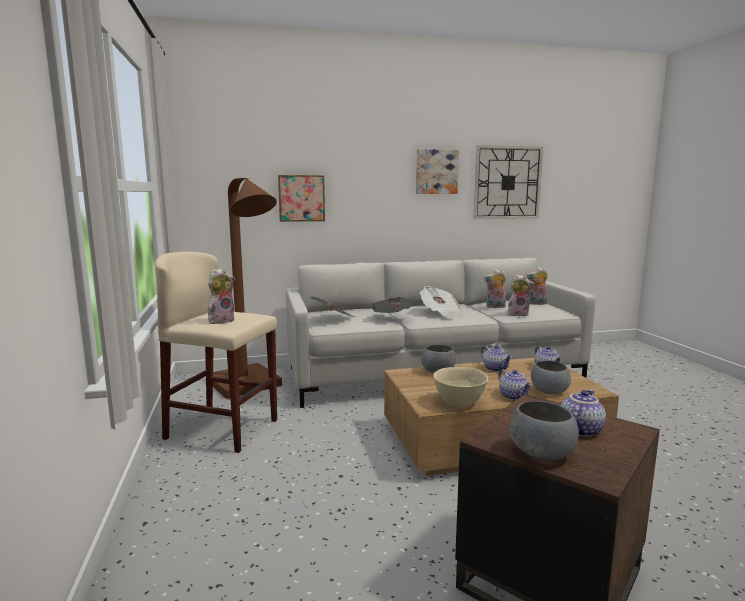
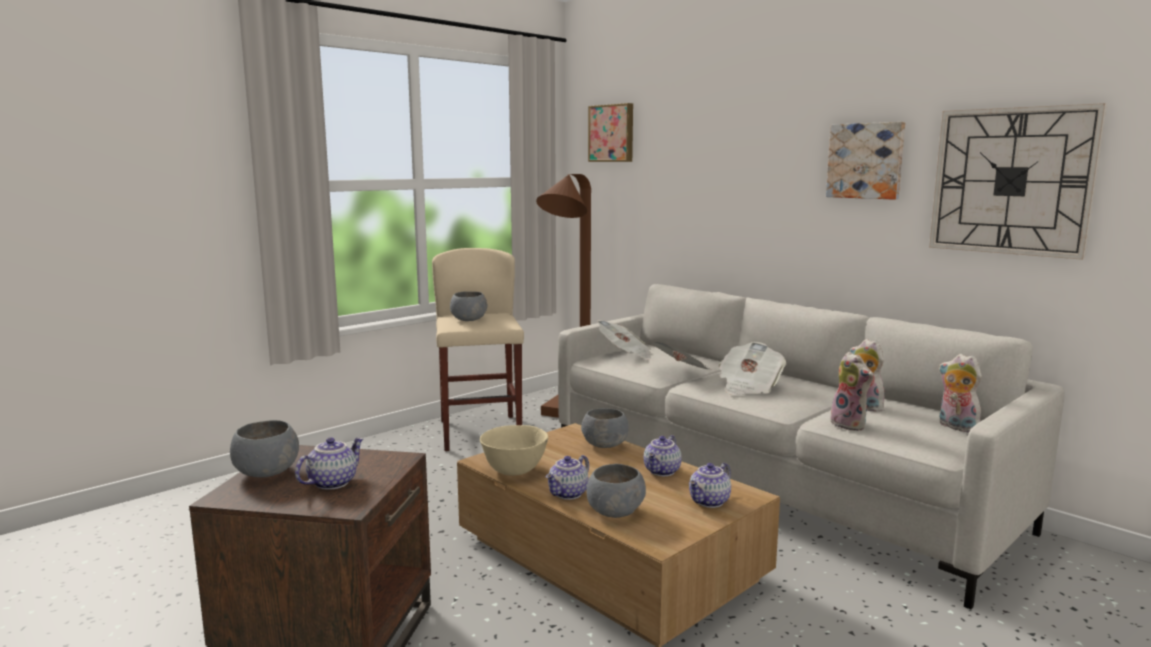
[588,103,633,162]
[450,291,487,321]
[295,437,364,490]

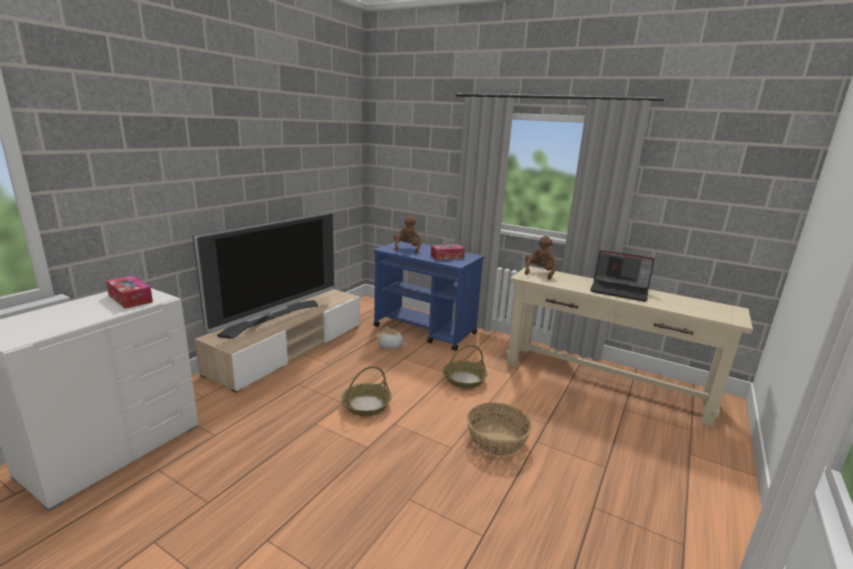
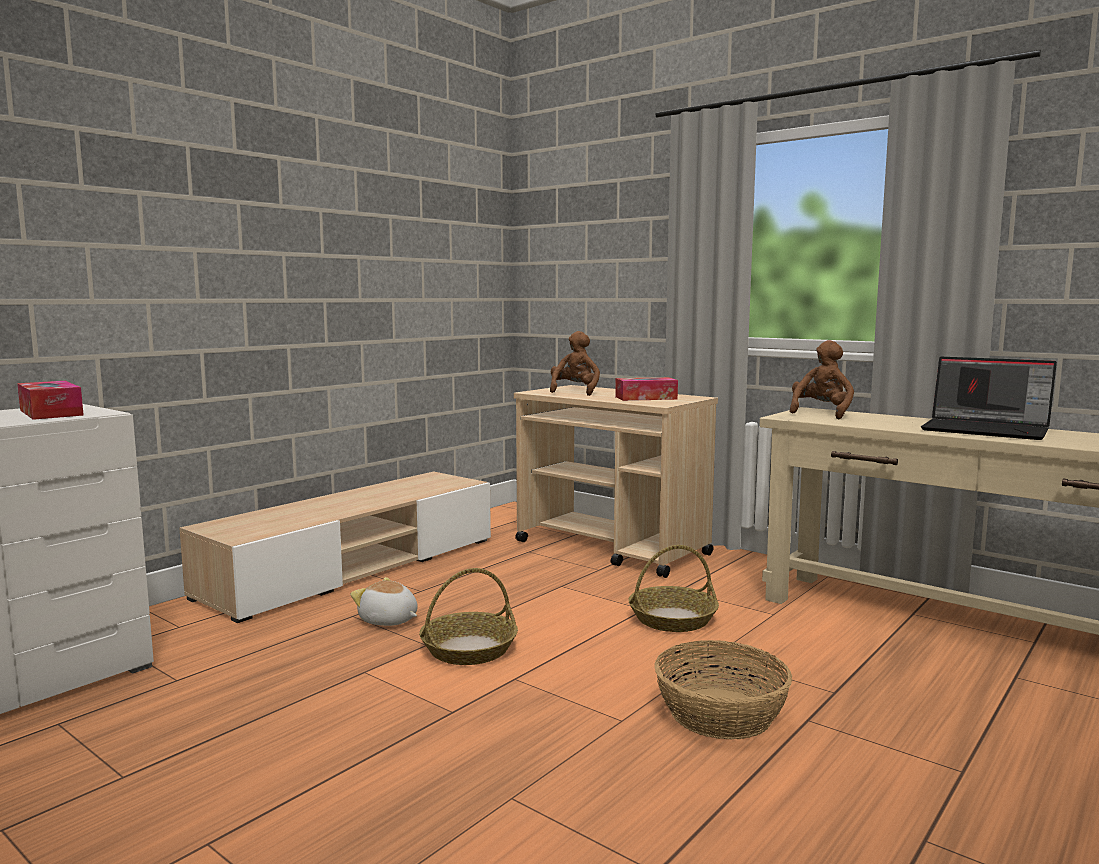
[193,212,334,339] (first image)
[514,385,718,578]
[350,577,418,626]

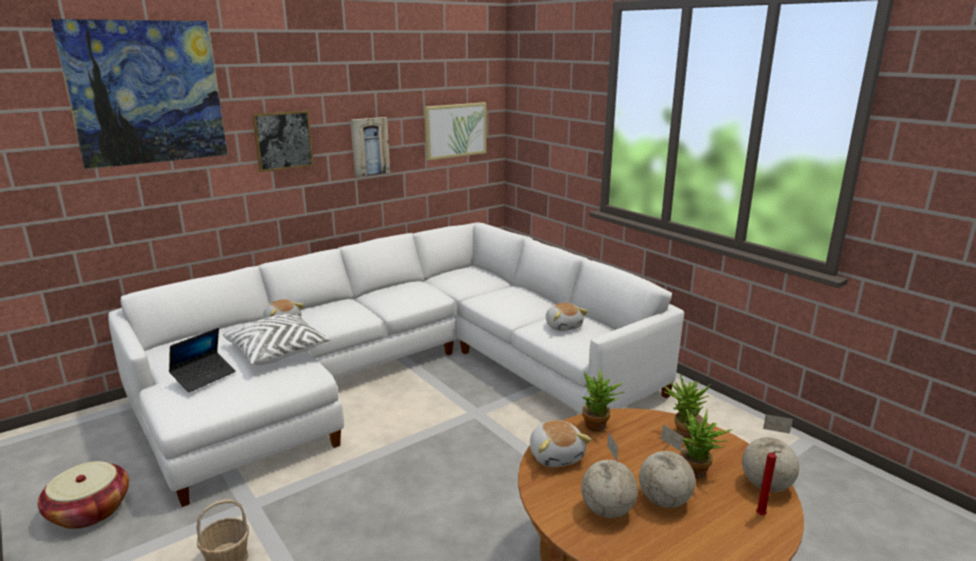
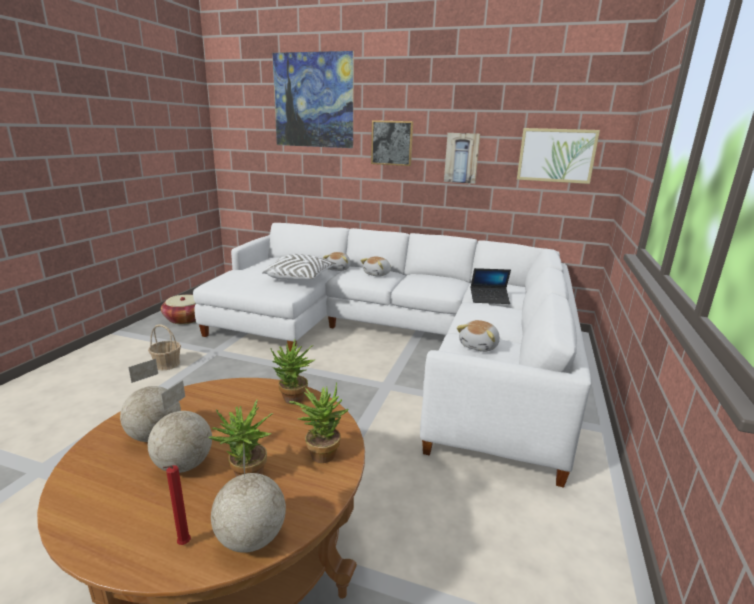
[471,268,511,304]
[360,257,391,277]

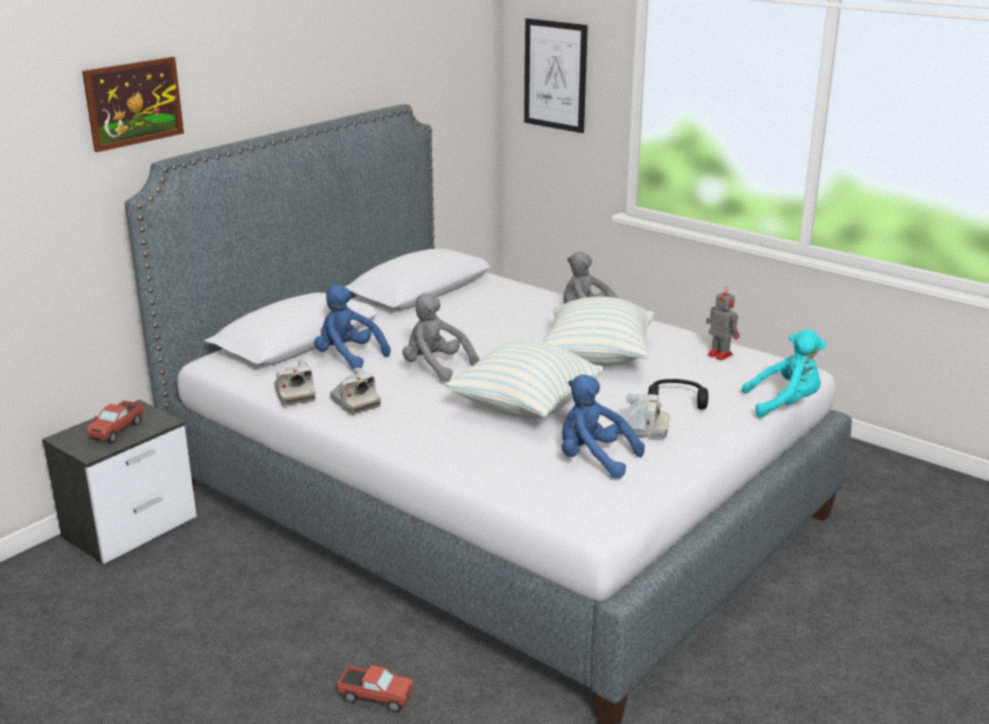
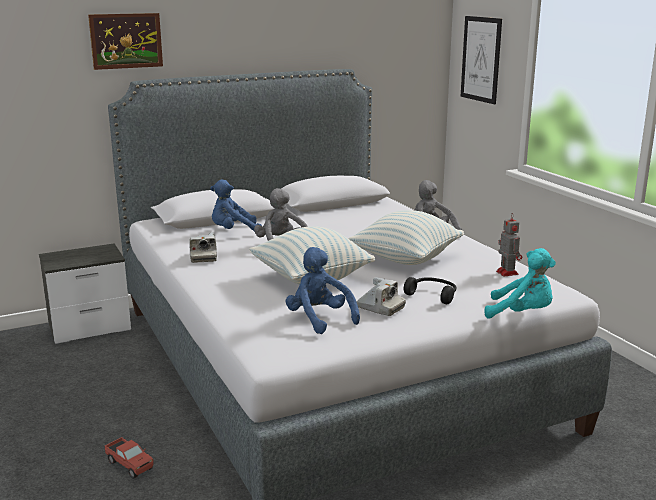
[210,180,262,232]
[274,360,316,405] (first image)
[87,401,143,443] (first image)

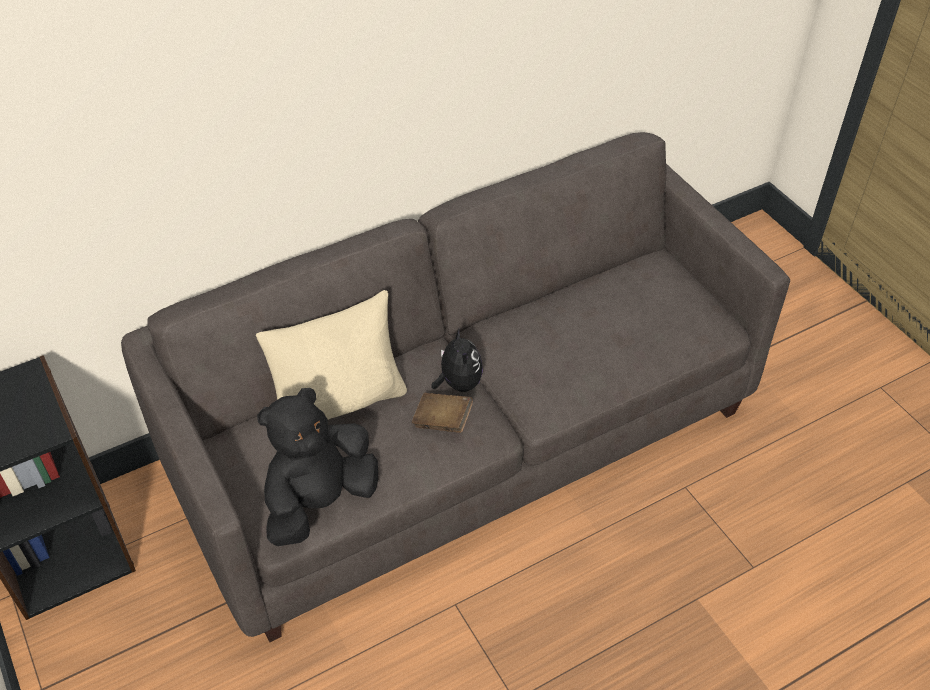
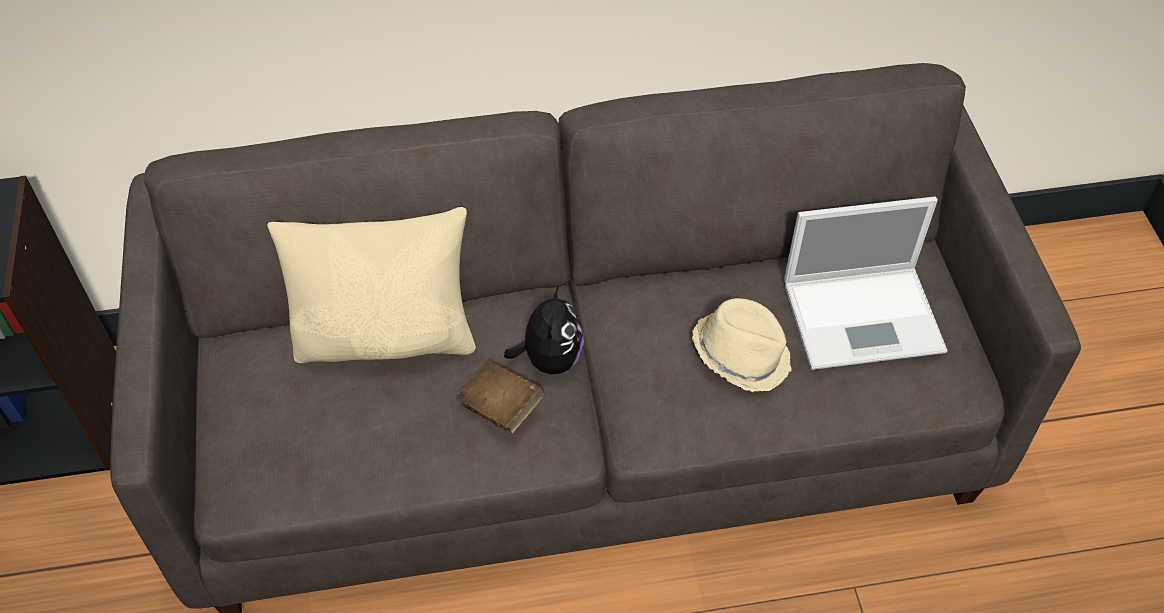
[257,388,378,546] (first image)
[784,197,947,370]
[692,298,791,392]

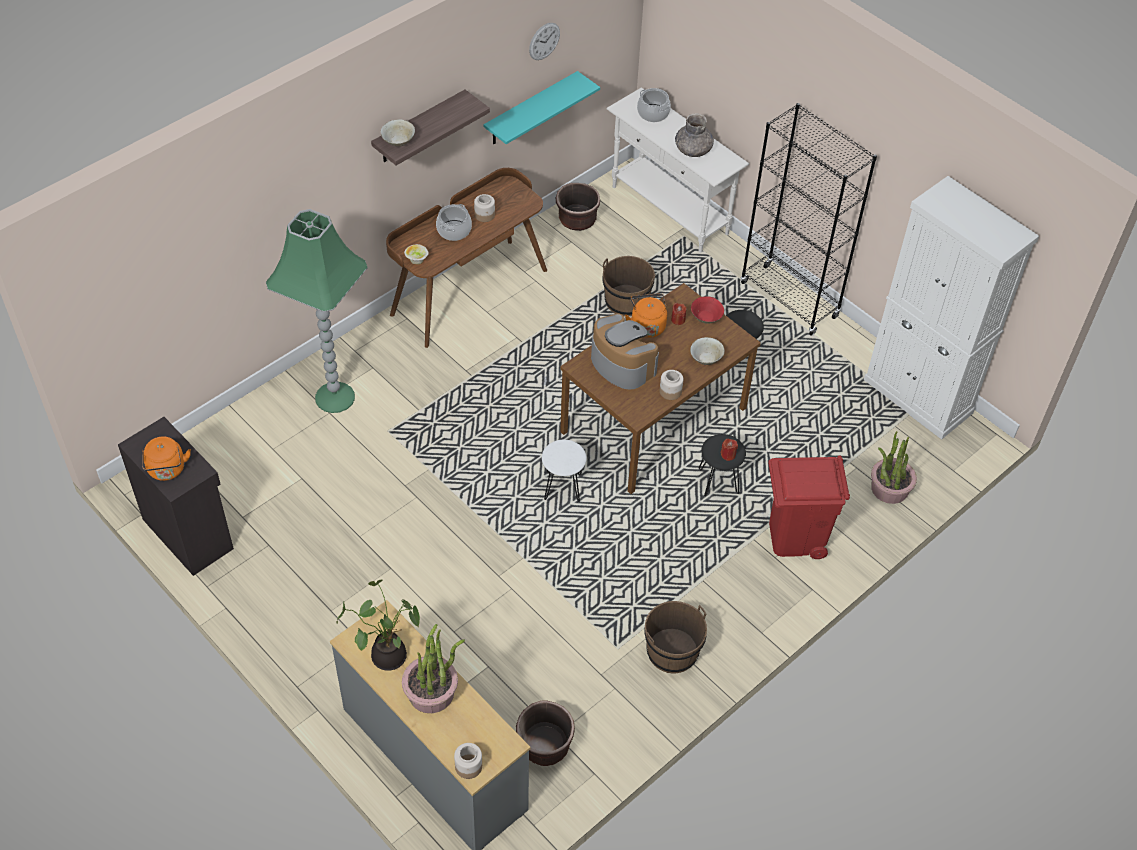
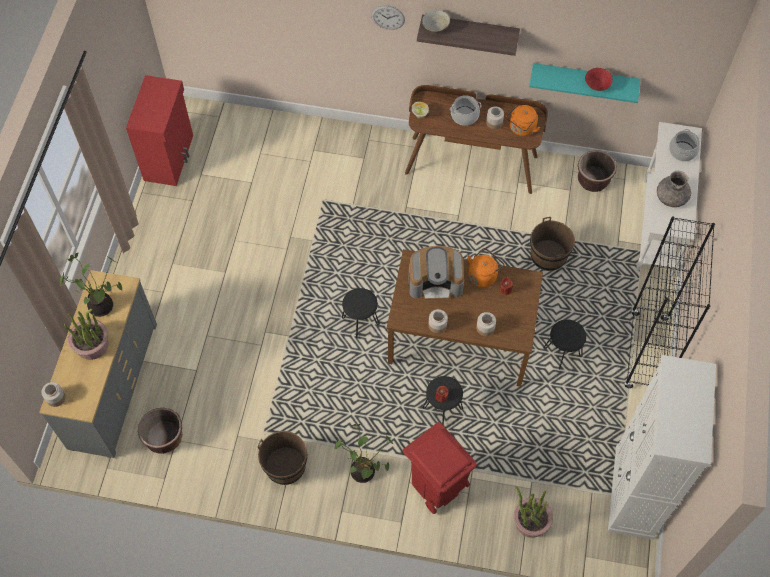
[371,5,405,30]
[266,209,368,413] (first image)
[585,68,613,91]
[408,246,464,301]
[476,312,496,336]
[126,75,193,186]
[506,105,540,136]
[342,288,380,338]
[334,423,393,483]

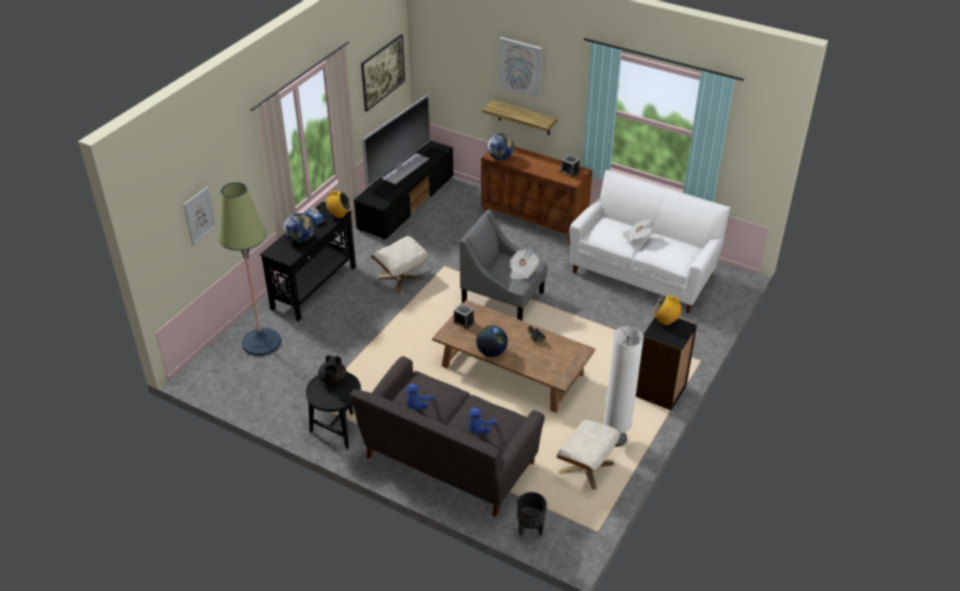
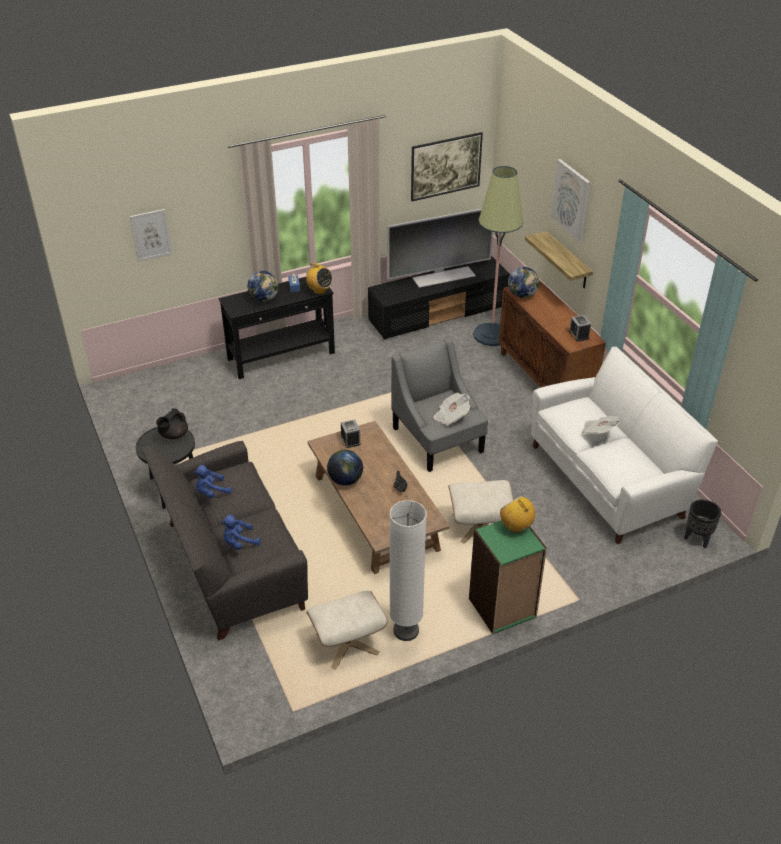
[473,166,523,346]
[448,480,514,544]
[469,520,547,634]
[684,499,721,548]

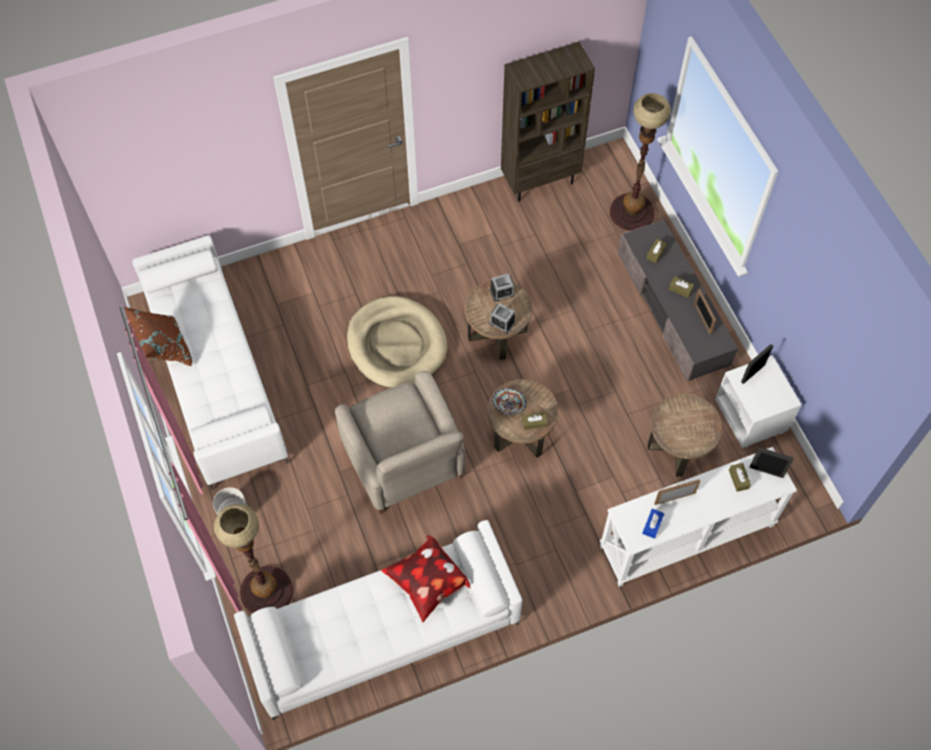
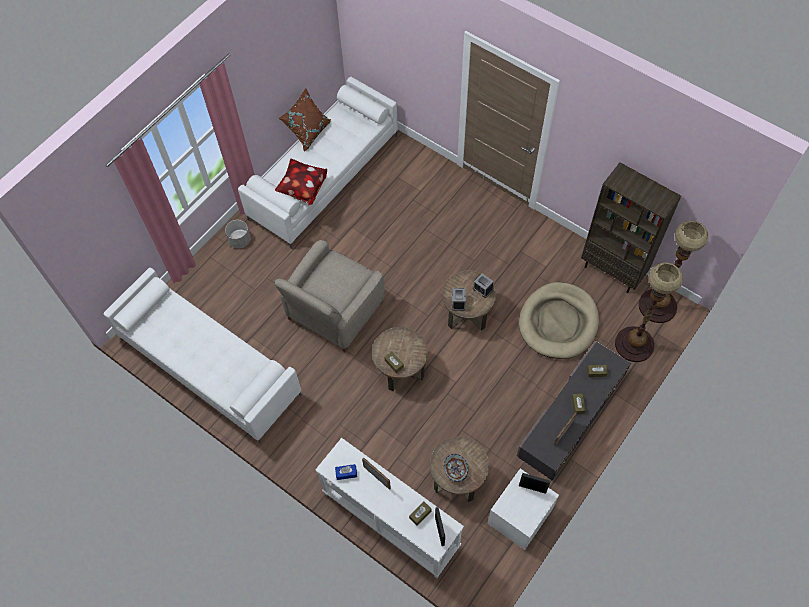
[519,282,599,359]
[444,454,468,482]
[639,220,708,323]
[275,158,327,205]

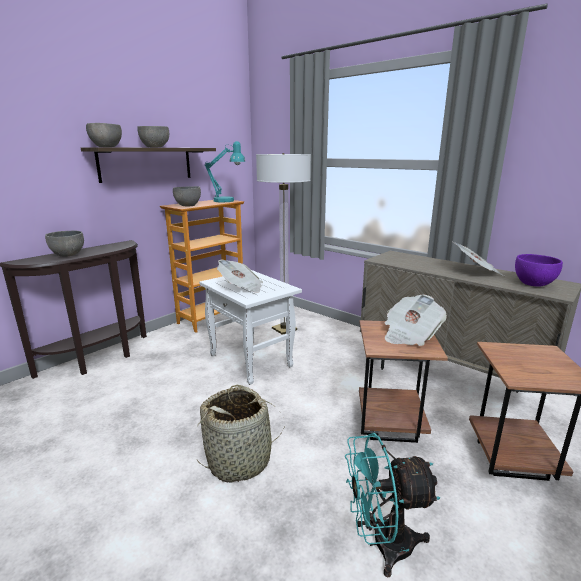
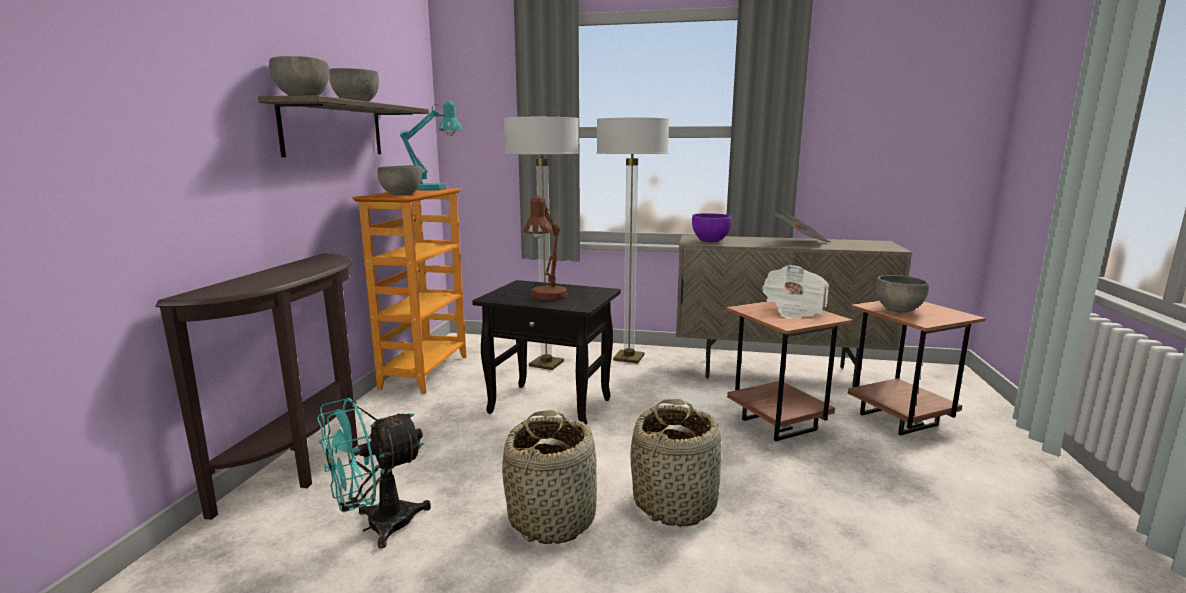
[875,275,929,313]
[692,213,731,242]
[523,196,568,300]
[472,280,621,425]
[317,398,431,549]
[597,117,669,363]
[502,410,597,544]

